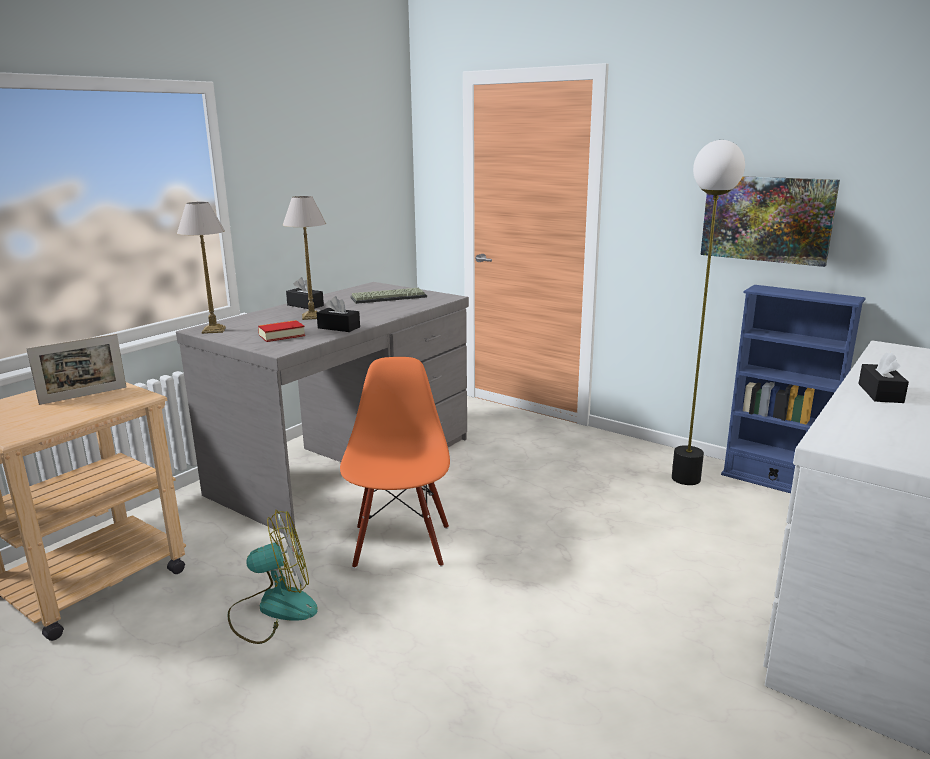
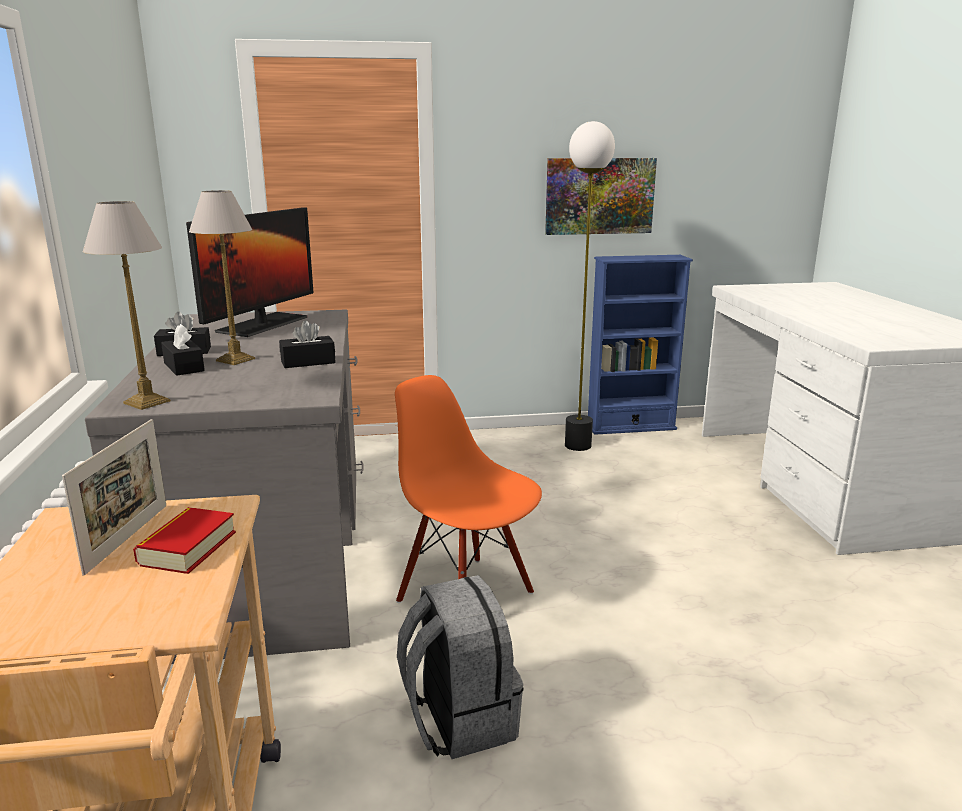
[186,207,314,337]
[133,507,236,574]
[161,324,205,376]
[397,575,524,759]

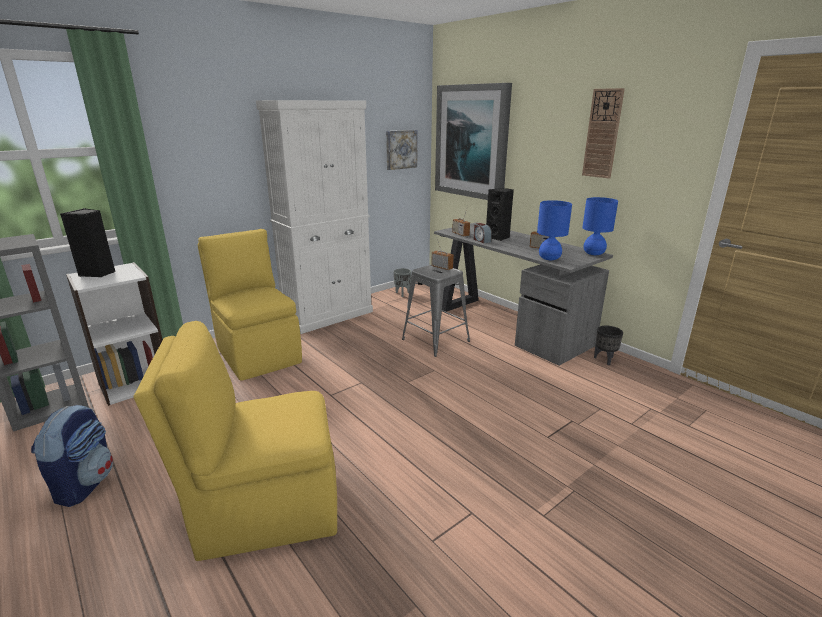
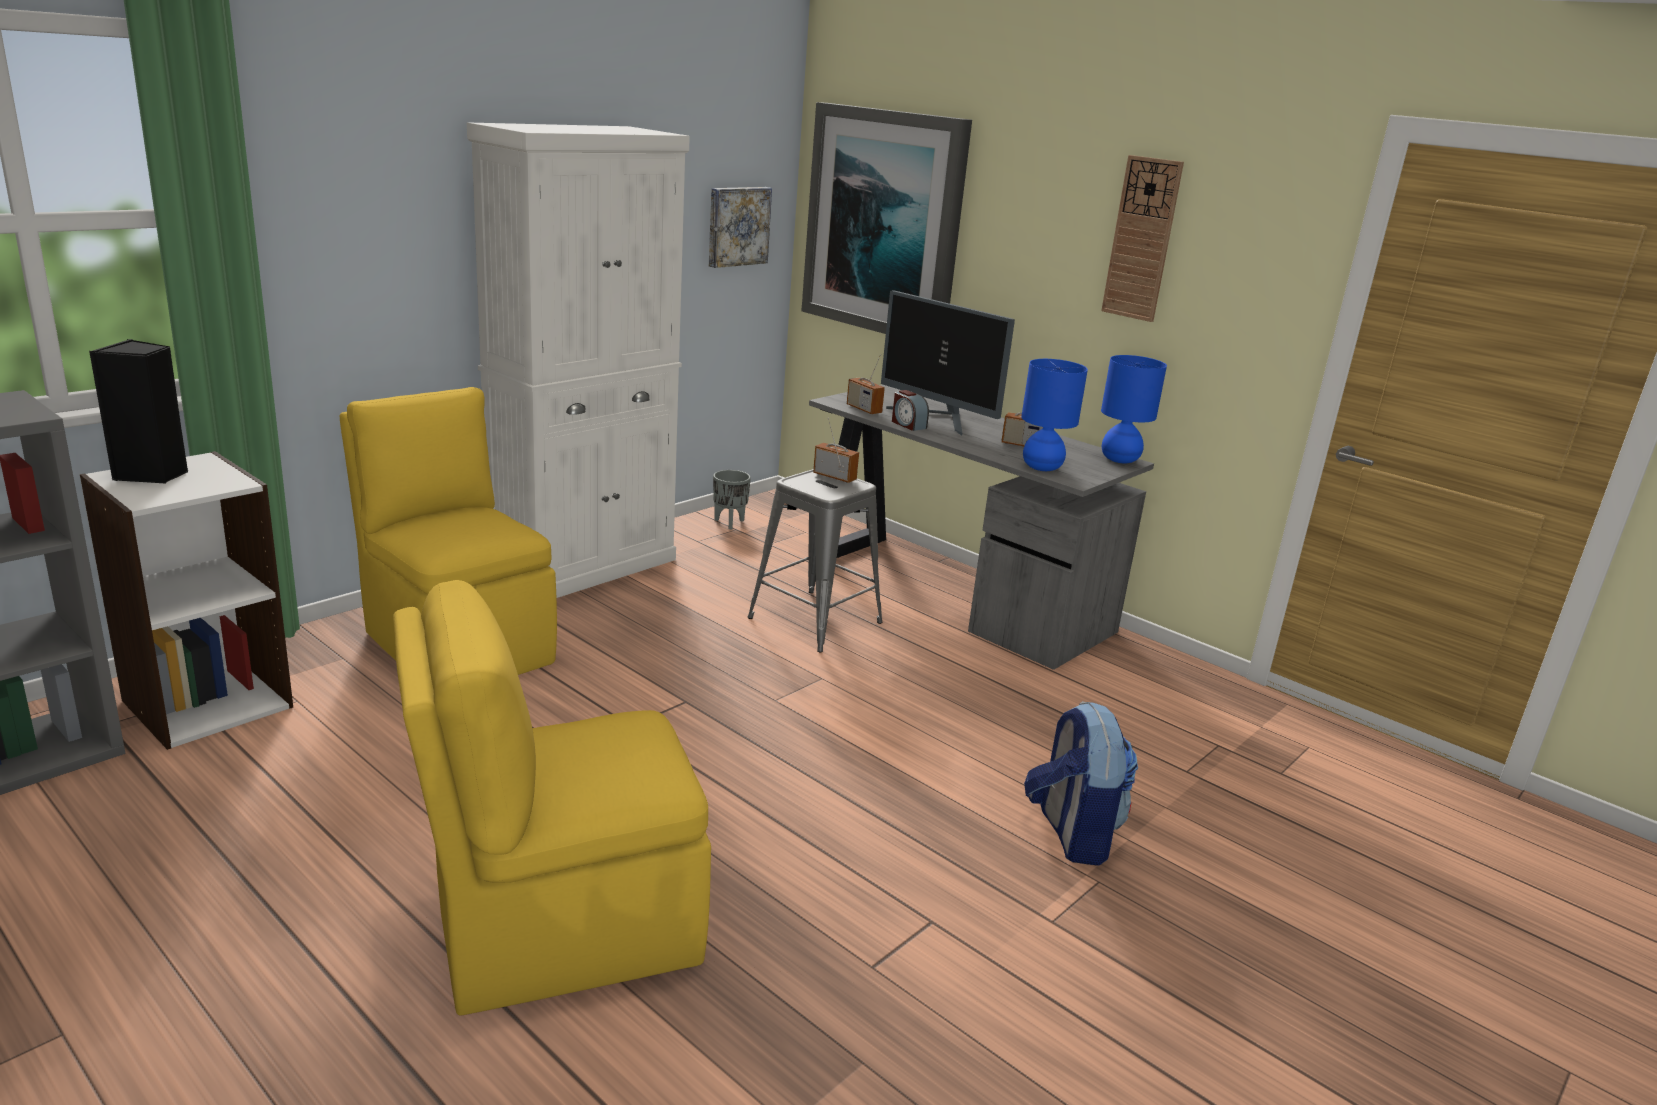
[881,290,1015,436]
[594,326,623,365] (first image)
[1024,701,1138,866]

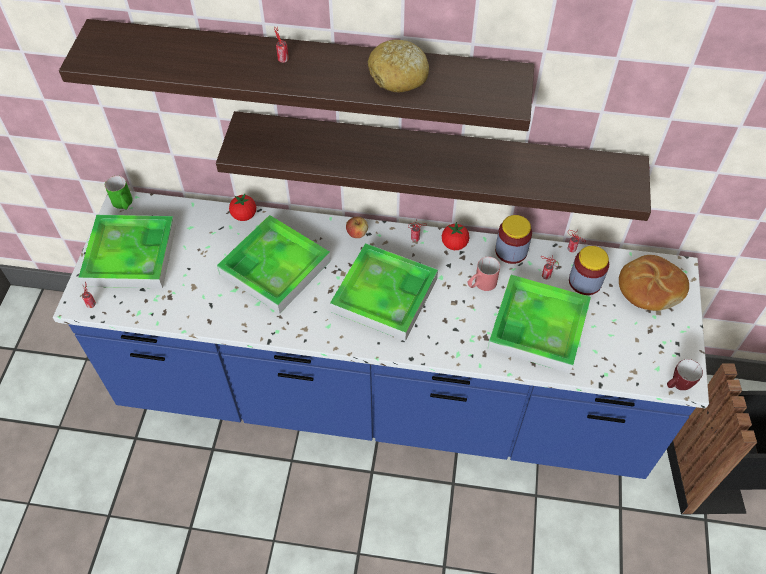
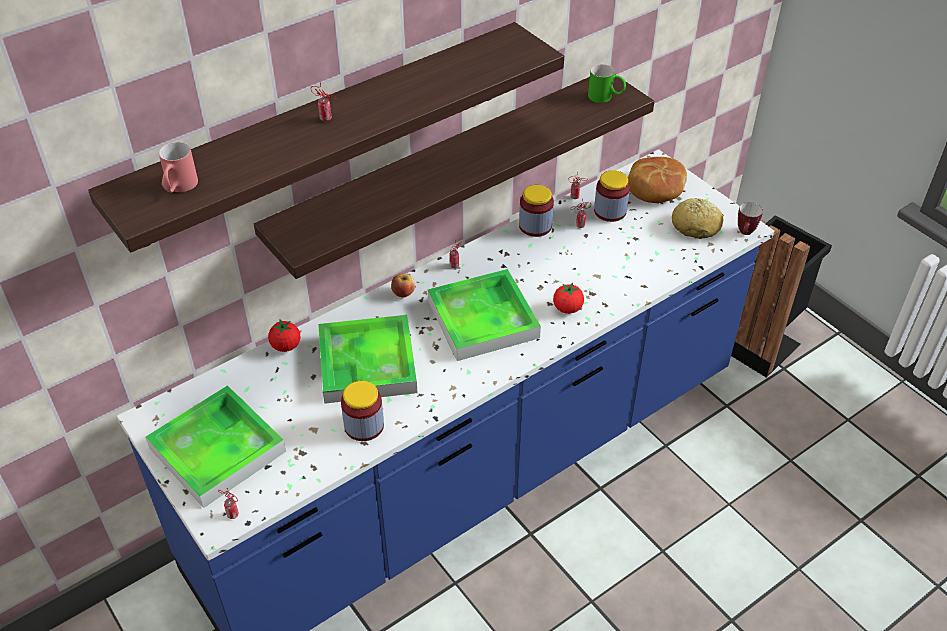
[672,198,723,239]
[588,64,626,103]
[553,282,584,314]
[159,142,198,193]
[488,275,591,373] (first image)
[341,381,384,441]

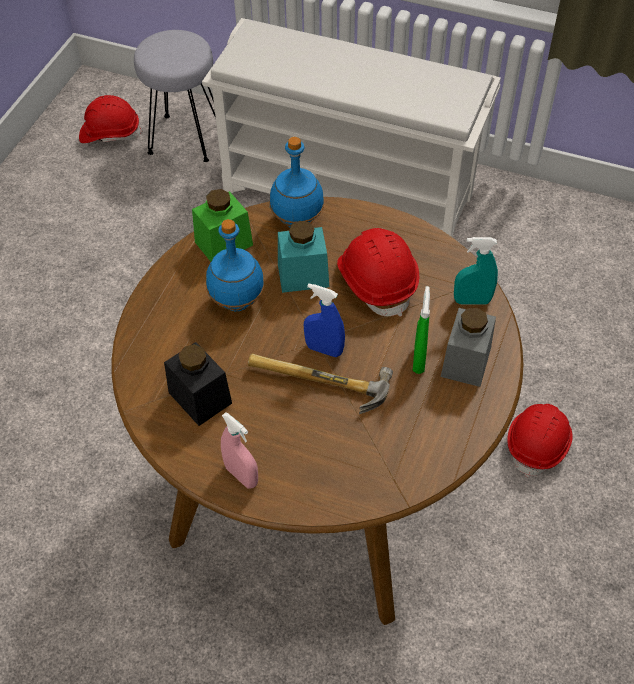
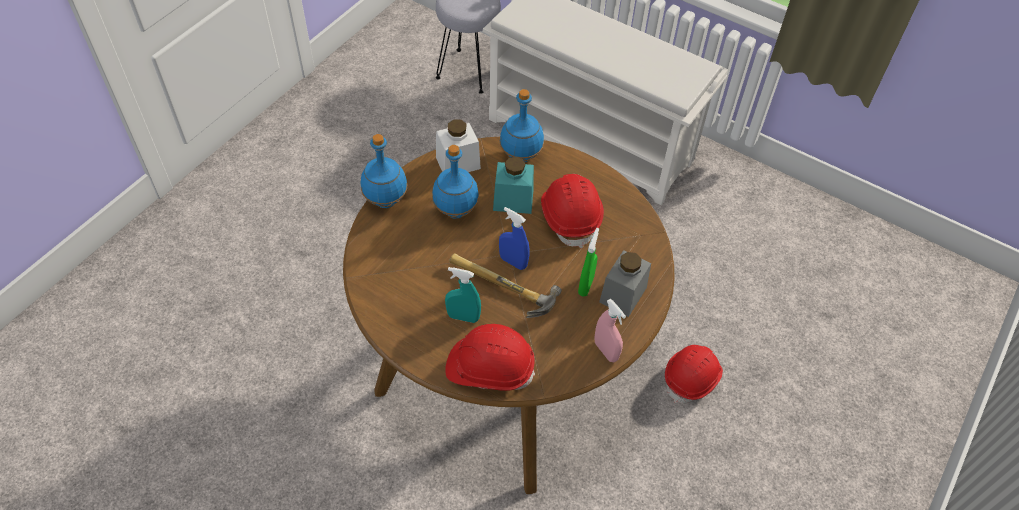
[445,324,535,391]
[436,119,481,172]
[445,267,481,323]
[164,342,232,426] (first image)
[594,299,626,362]
[361,134,408,208]

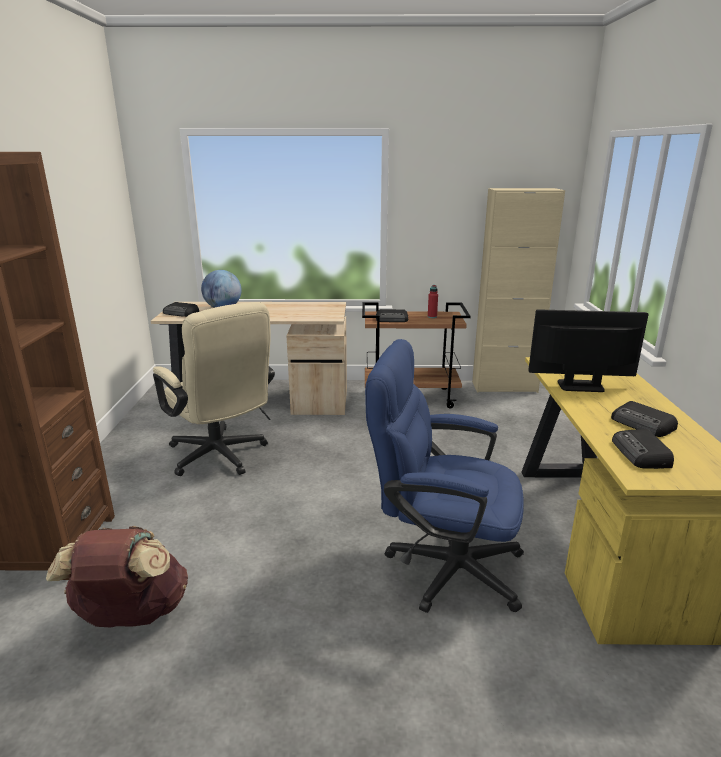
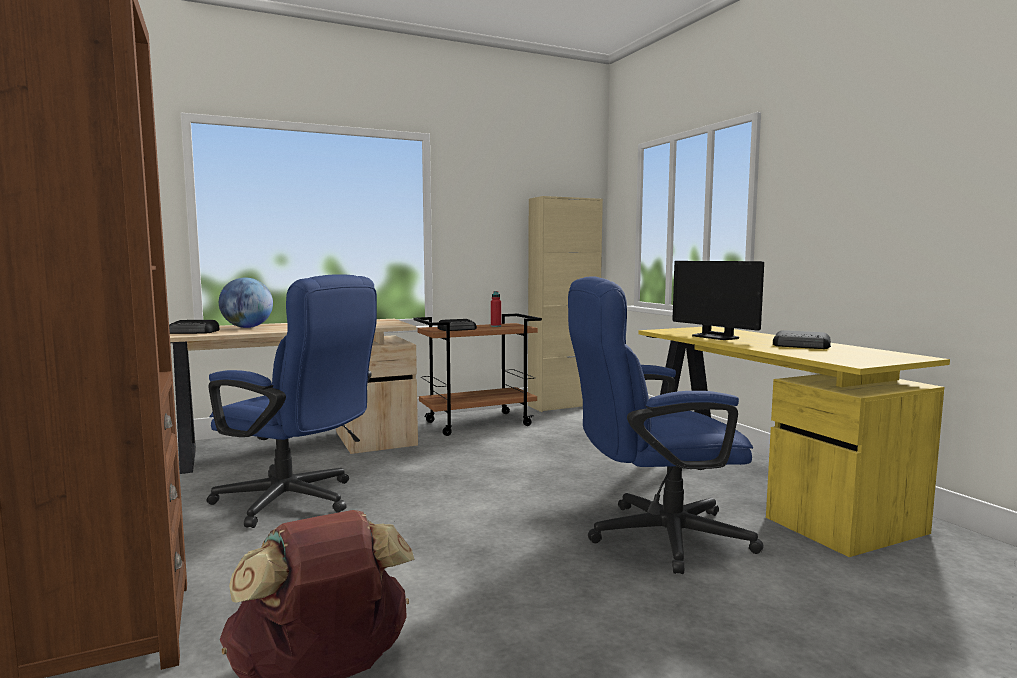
[207,274,377,528]
[673,261,764,340]
[612,429,674,469] (first image)

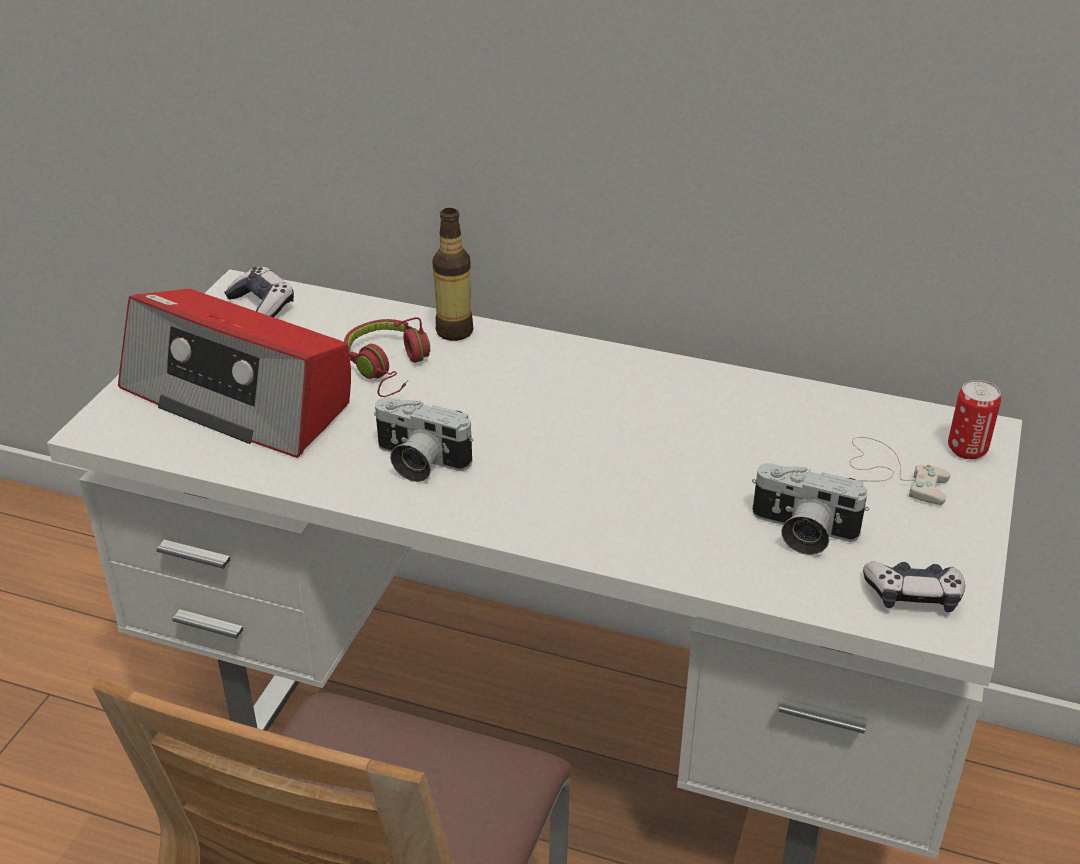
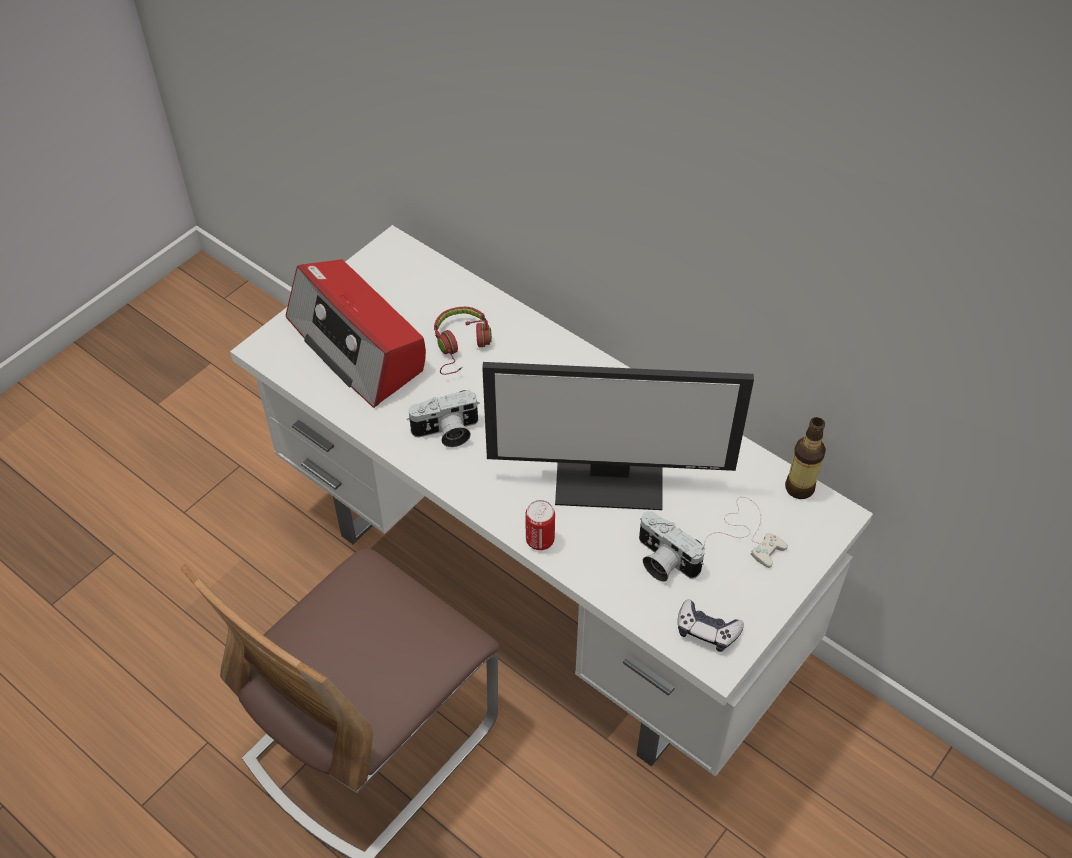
[785,417,826,499]
[224,267,294,317] (first image)
[525,500,555,550]
[407,390,480,447]
[482,362,754,510]

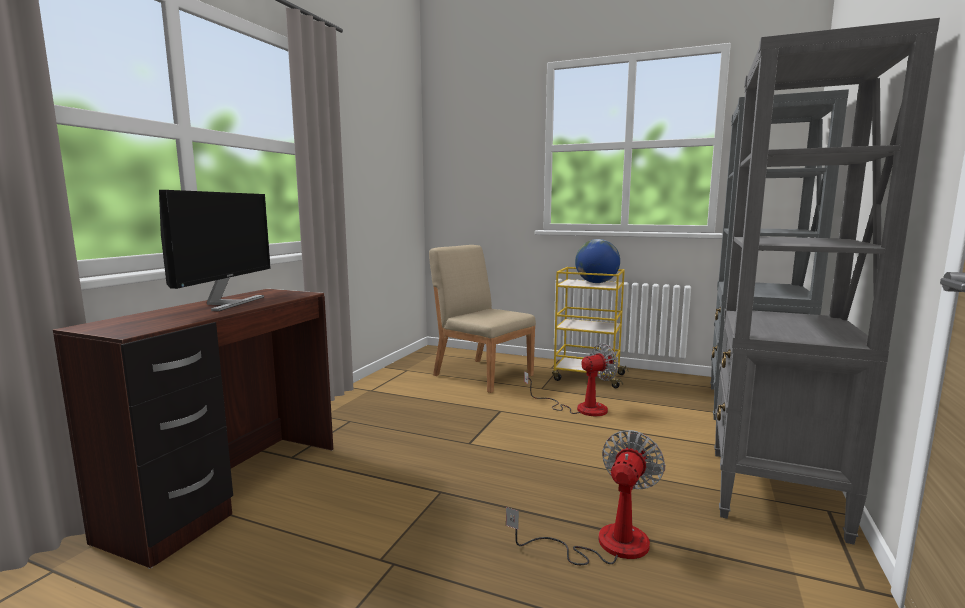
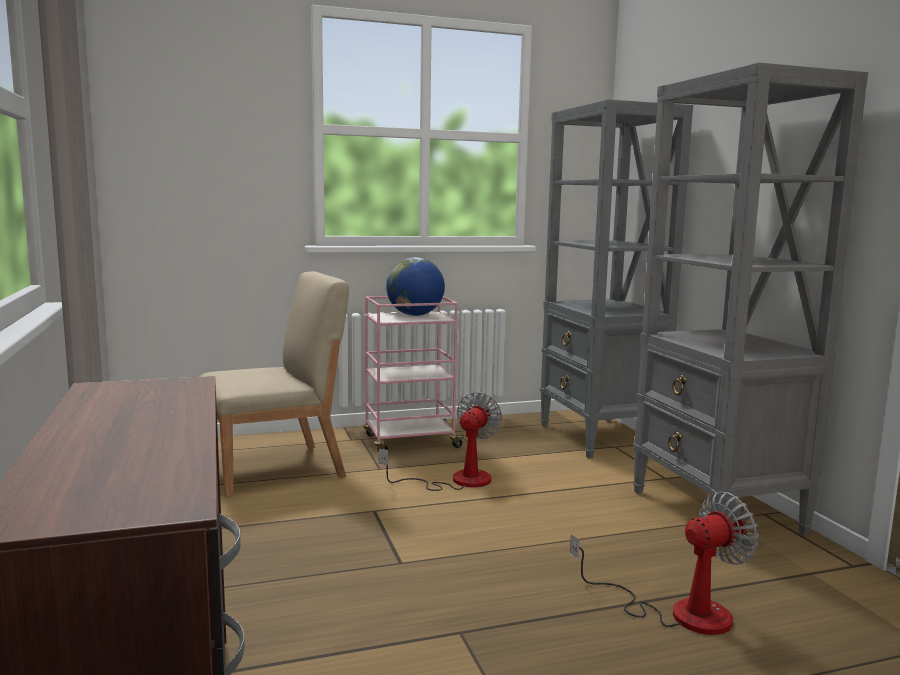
[159,190,271,311] (first image)
[200,271,349,498]
[363,296,467,455]
[570,492,759,635]

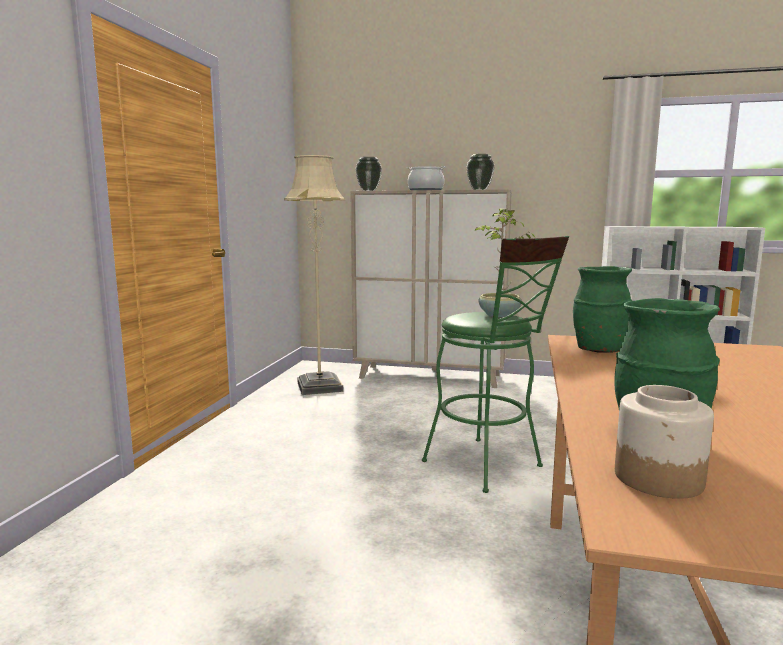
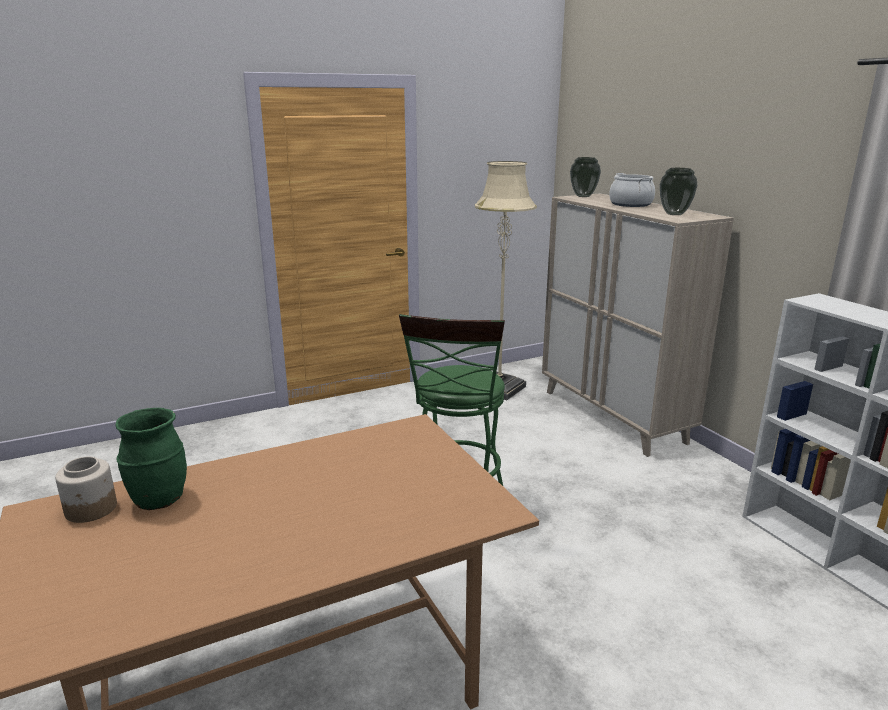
[474,208,535,317] (first image)
[573,266,632,352] (first image)

